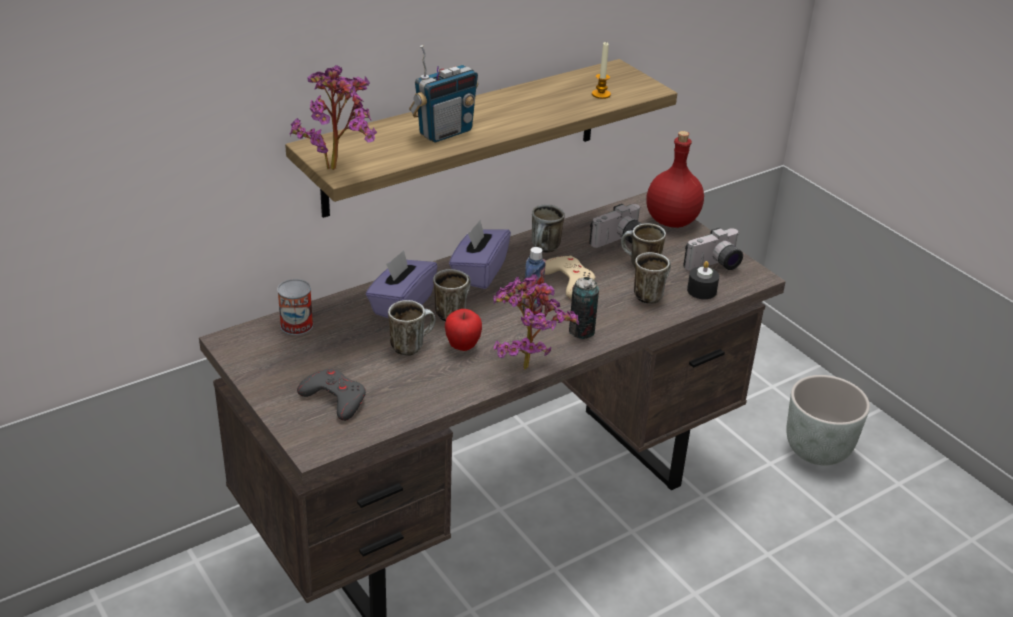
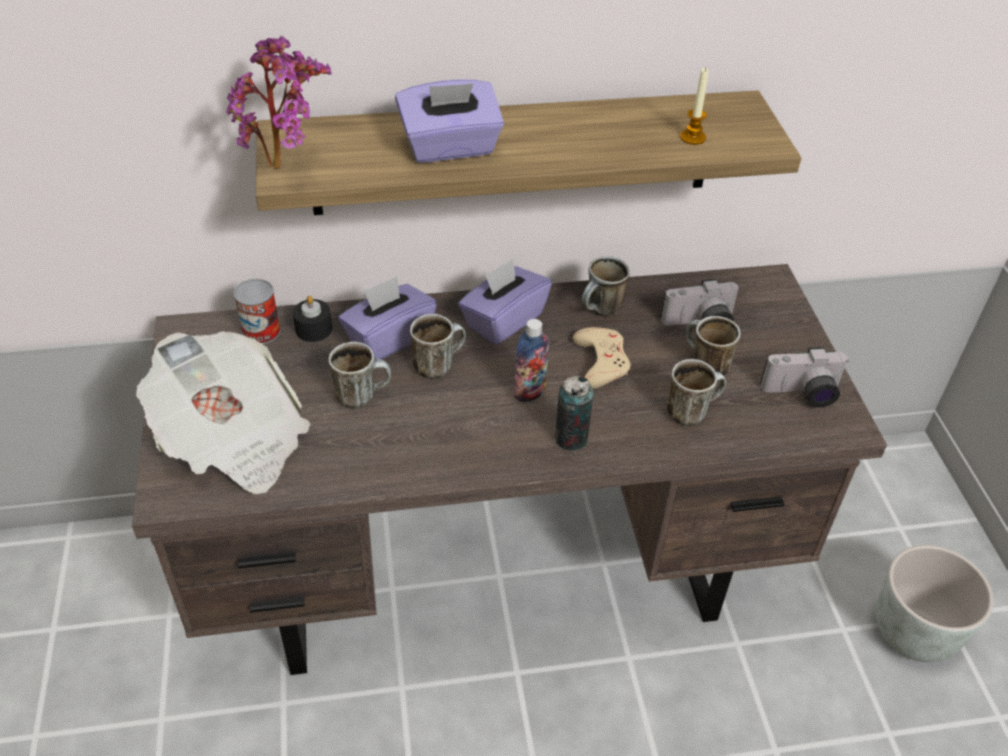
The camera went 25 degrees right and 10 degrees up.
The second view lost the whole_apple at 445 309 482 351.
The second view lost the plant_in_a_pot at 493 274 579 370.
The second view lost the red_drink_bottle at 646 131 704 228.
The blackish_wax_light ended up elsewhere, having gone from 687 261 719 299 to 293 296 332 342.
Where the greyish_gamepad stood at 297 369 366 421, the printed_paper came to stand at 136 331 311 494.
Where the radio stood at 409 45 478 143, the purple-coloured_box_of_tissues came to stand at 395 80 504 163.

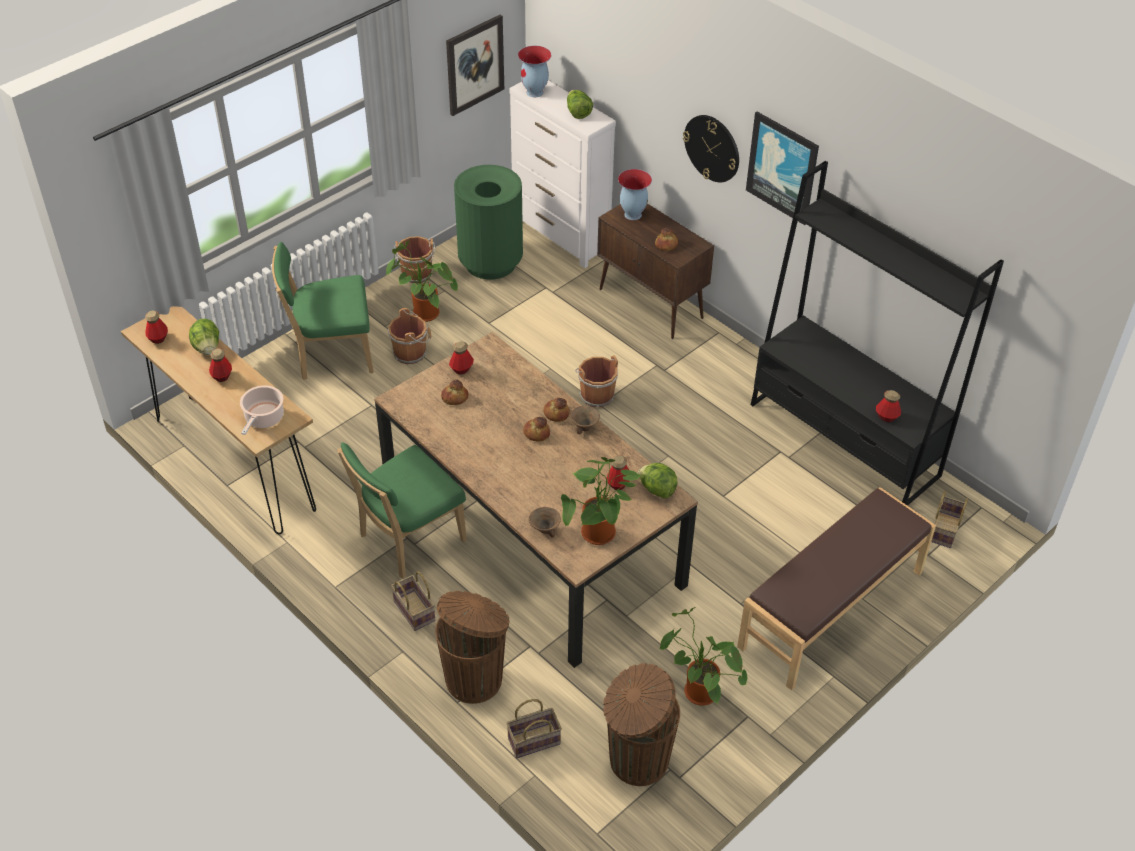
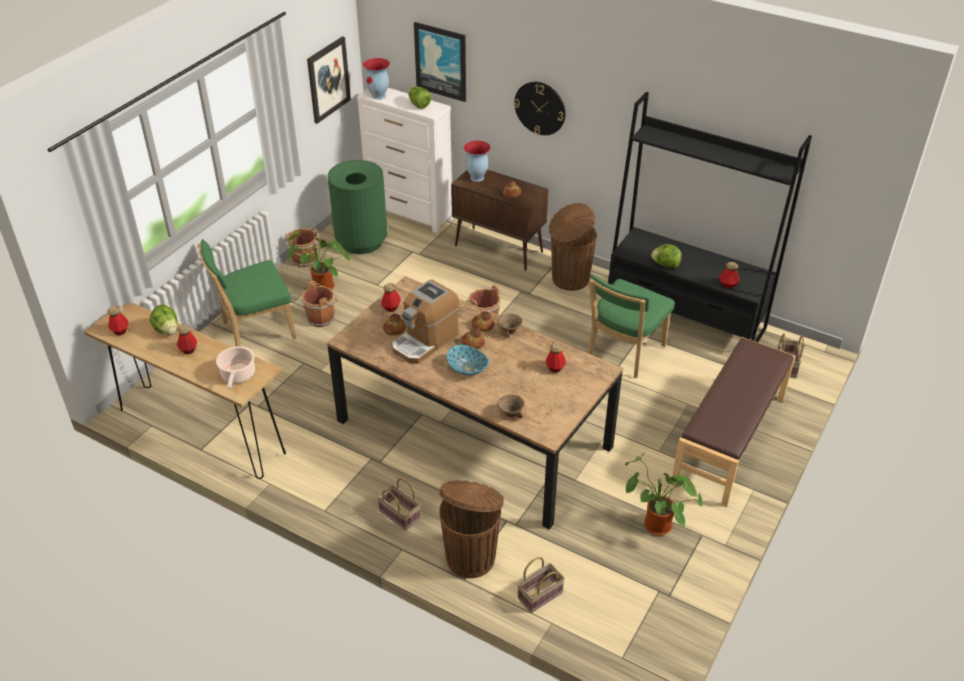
The camera went 15 degrees left and 5 degrees down.
The second view lost the plant_in_a_pot at 561 457 643 545.
The second view gained the coffee_machine at 392 280 459 364.
The second view gained the deep_dish at 447 345 489 375.
The green-coloured_upright_chair ended up elsewhere, having gone from 337 442 467 578 to 588 274 675 378.
The brown-coloured_trash_can ended up elsewhere, having gone from 603 663 680 786 to 549 203 597 291.
The head_of_lettuce ended up elsewhere, having gone from 638 463 678 499 to 651 244 682 268.
The wall_art ended up elsewhere, having gone from 746 112 819 225 to 414 22 466 102.

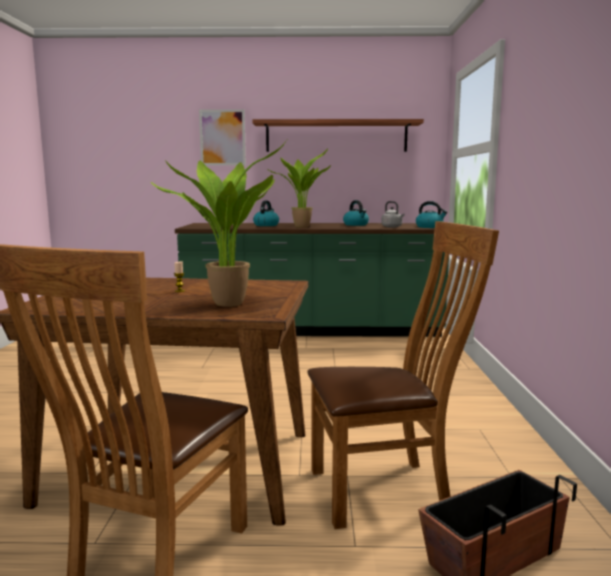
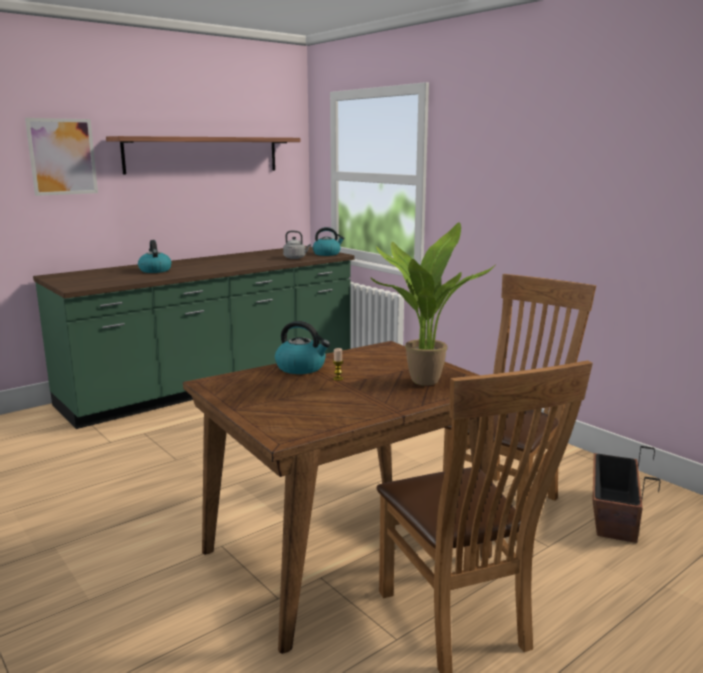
The camera went 40 degrees left and 5 degrees up.
The second view lost the plant_in_a_pot at 269 148 331 228.
The kettle ended up elsewhere, having gone from 343 200 369 226 to 275 321 330 374.

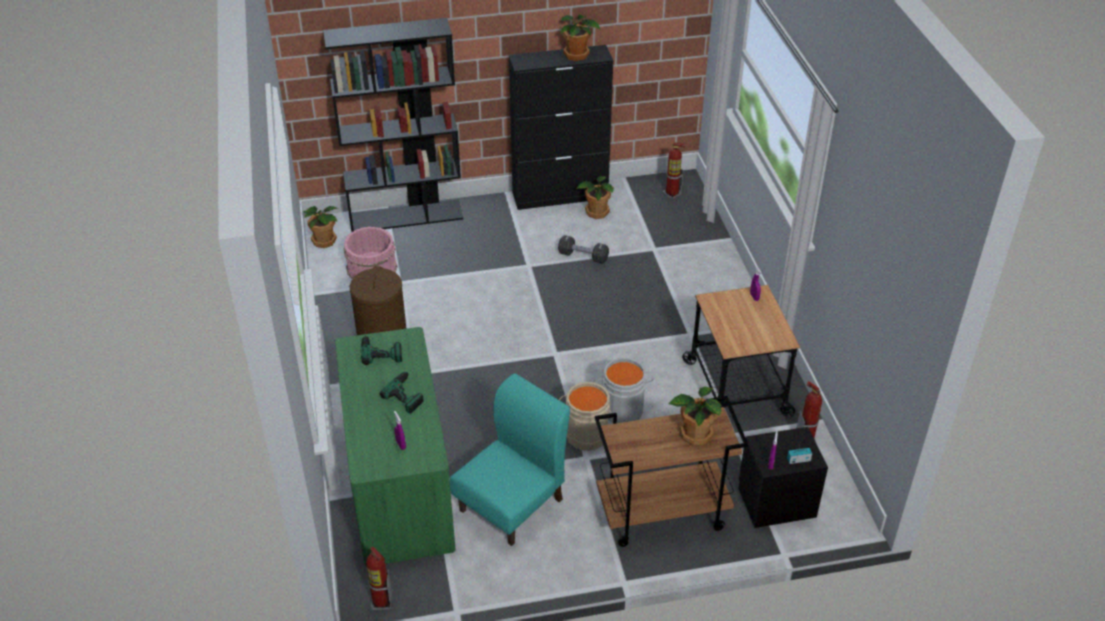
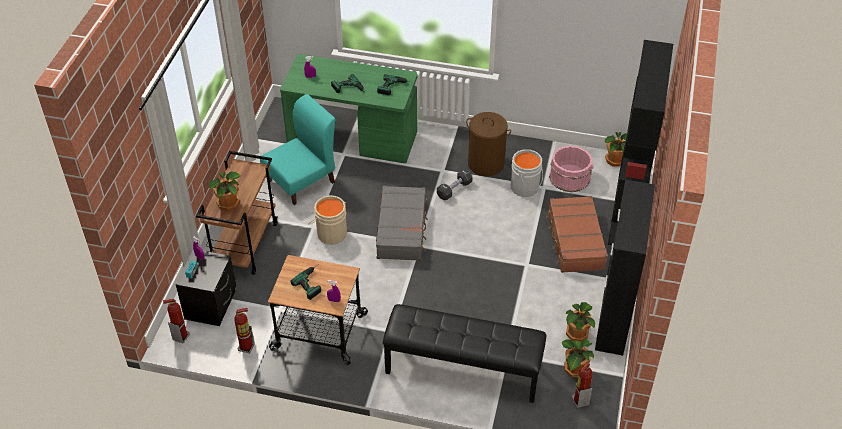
The camera went 115 degrees right and 5 degrees up.
The second view gained the drill at 291 264 321 300.
The second view gained the greyish_piece_of_luggage at 376 186 429 261.
The second view gained the blackish_indoor_bench at 383 304 546 403.
The second view gained the brown-coloured_piece_of_luggage at 546 196 608 273.
The extinguisher ended up elsewhere, having gone from 366 547 392 610 to 163 299 190 343.
The blackish_free_weight ended up elsewhere, having gone from 558 235 609 264 to 437 169 472 200.
The plant_in_a_pot ended up elsewhere, having gone from 561 14 601 61 to 562 339 594 378.
The greyish_pail ended up elsewhere, having gone from 593 358 654 423 to 511 149 543 197.
The turquoise_upright_chair at 450 373 570 546 ended up facing another way, 105 degrees counterclockwise from before.

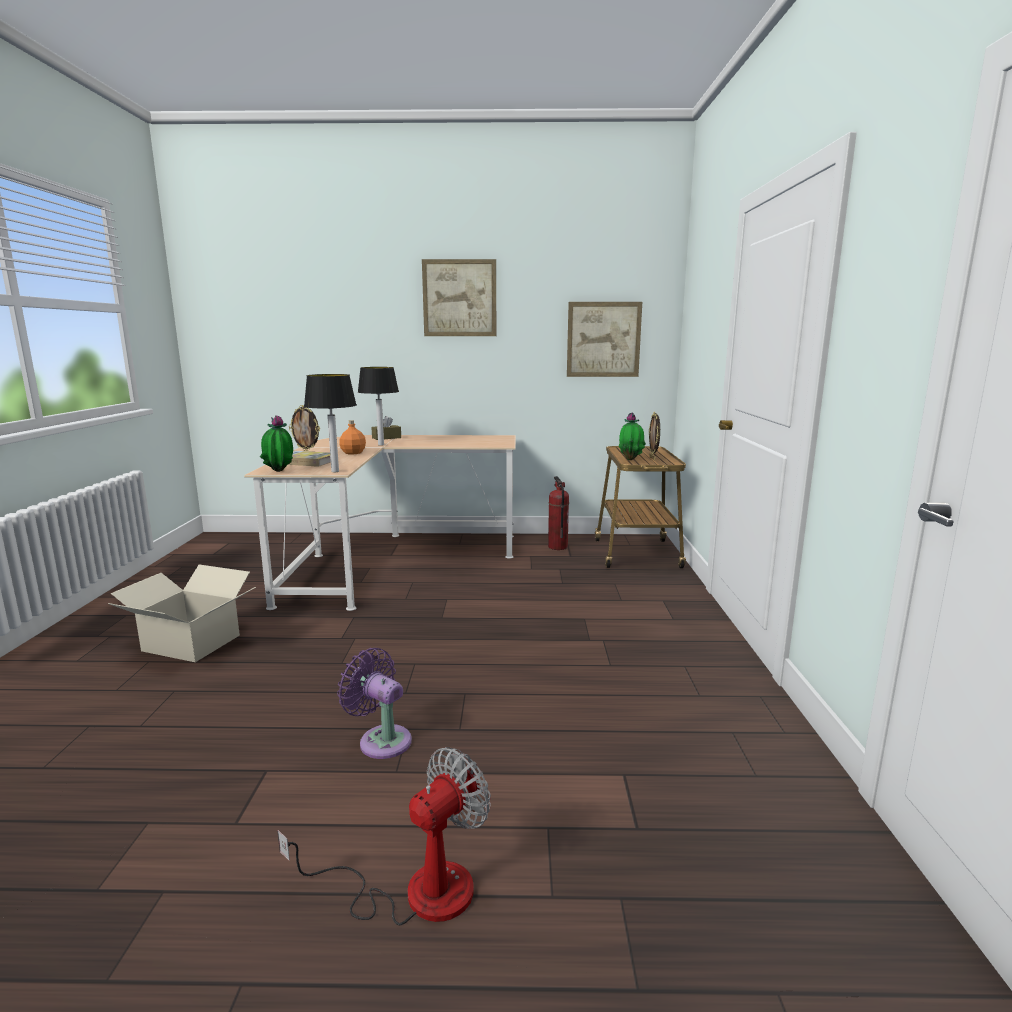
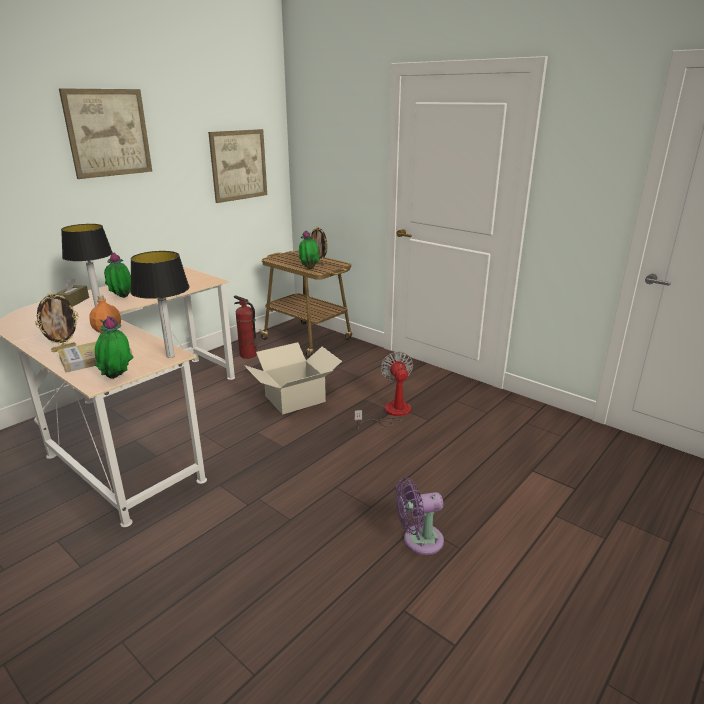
The camera went 50 degrees left and 10 degrees up.
The second view gained the plant_in_a_pot at 104 253 131 298.
The cardboard_box ended up elsewhere, having gone from 108 564 256 662 to 244 342 342 415.
The cooling_fan ended up elsewhere, having gone from 277 747 491 925 to 355 351 413 429.

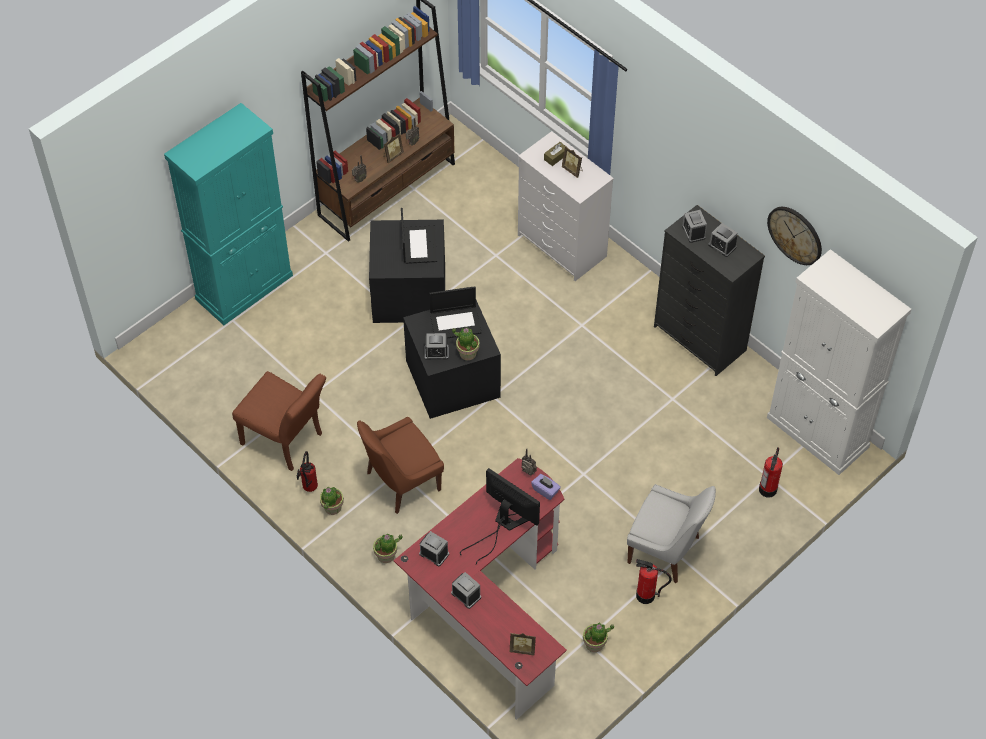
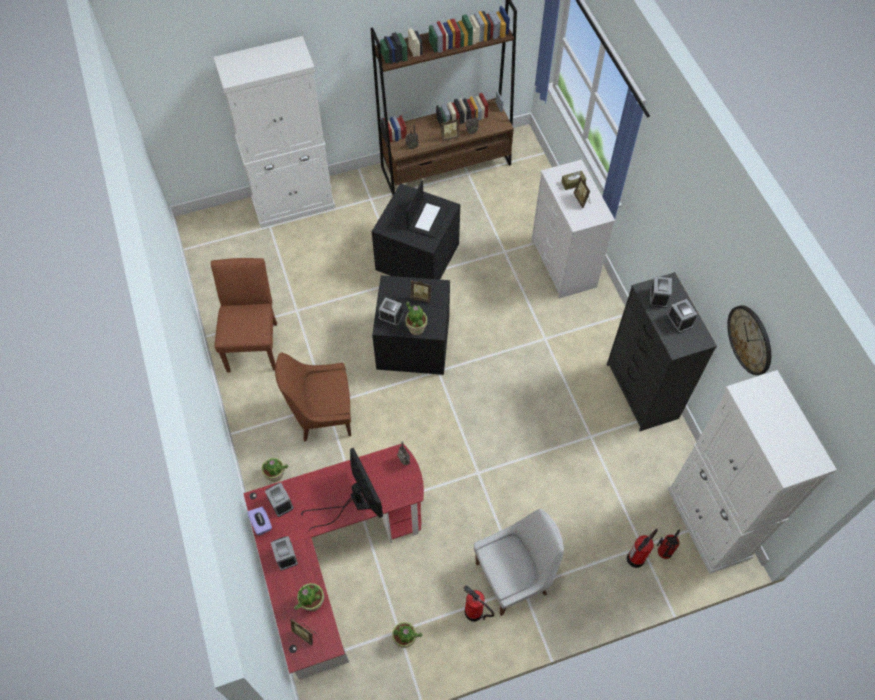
The camera went 25 degrees right and 5 degrees up.
The extinguisher ended up elsewhere, having gone from 297 451 318 492 to 657 529 680 559.
The plant_in_a_pot ended up elsewhere, having gone from 320 487 344 515 to 294 583 324 611.
The purple-coloured_box_of_tissues ended up elsewhere, having gone from 531 474 561 500 to 247 507 272 536.
Where the notebook_computer stood at 429 286 482 338, the photo_frame came to stand at 411 281 432 303.
What was the turquoise_cupboard at 164 103 293 325 turned into the white-coloured_cupboard at 213 36 335 228.
The brown-coloured_upright_chair at 232 371 326 471 ended up facing another way, 150 degrees counterclockwise from before.
The white-coloured_upright_chair at 627 484 716 583 ended up facing another way, 75 degrees counterclockwise from before.

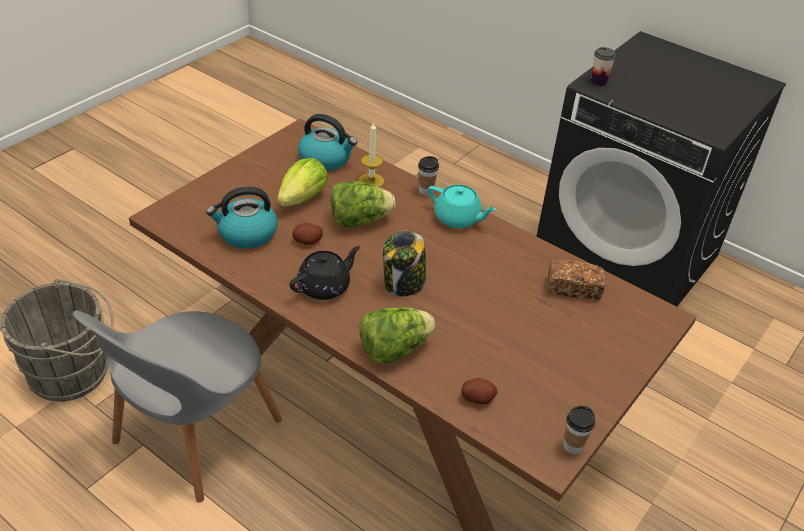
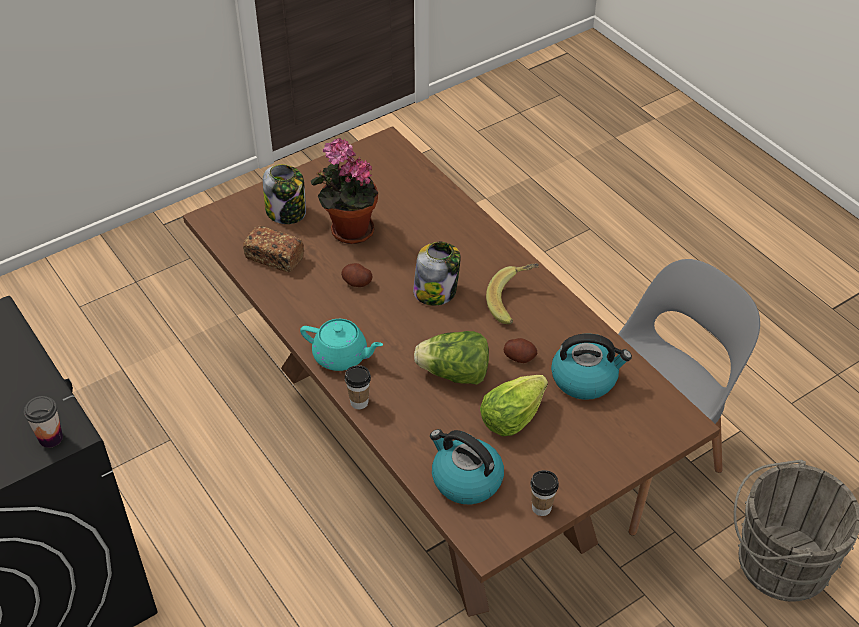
The camera went 160 degrees left and 5 degrees up.
The second view lost the wax_light at 358 122 384 187.
The second view lost the head_of_lettuce at 359 307 435 364.
The second view gained the storage_jar at 263 164 306 224.
The second view gained the plant_in_a_pot at 311 138 378 244.
The spud ended up elsewhere, having gone from 461 378 497 405 to 341 263 373 287.
The cup ended up elsewhere, having gone from 563 406 595 454 to 530 470 559 516.
Where the blackish_pot_for_tea stood at 289 246 360 300, the banana_fruit came to stand at 486 263 539 324.
The turquoise_pot_for_tea at 428 185 497 228 ended up facing another way, 150 degrees clockwise from before.

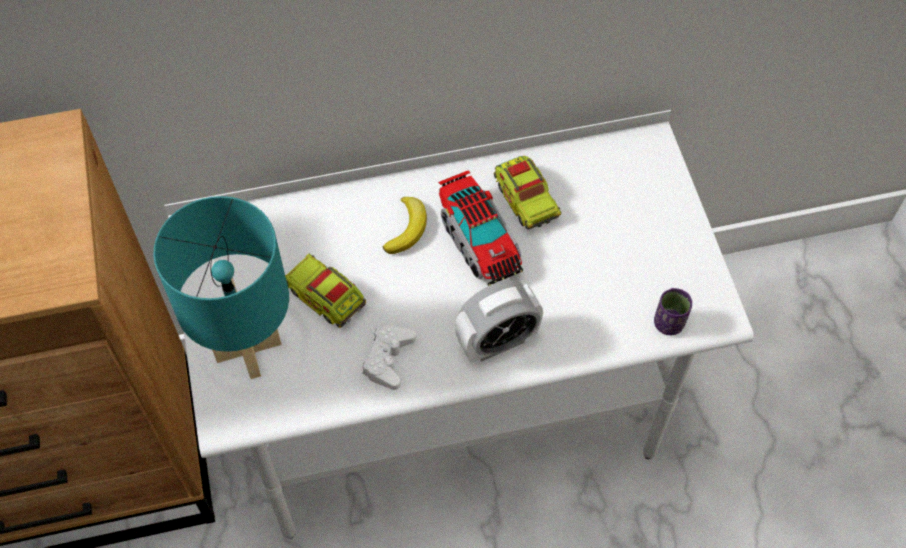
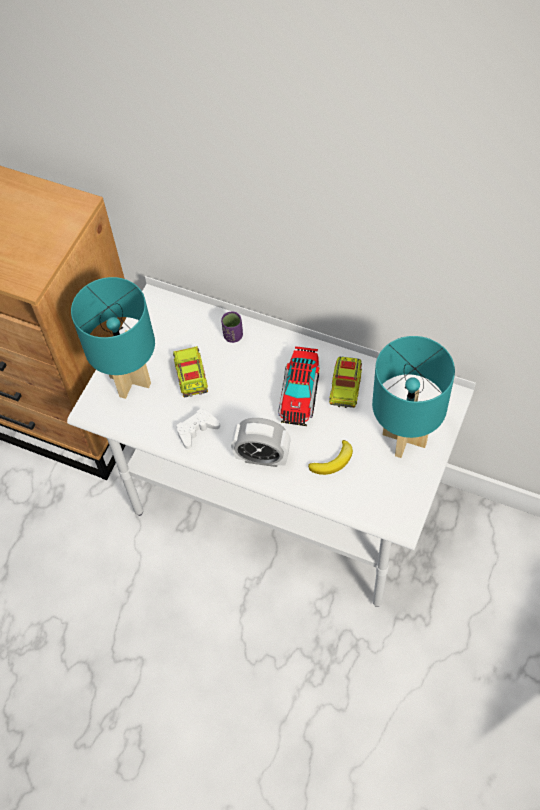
The camera went 40 degrees right and 0 degrees up.
The second view gained the turquoise_lamp_for_a_table at 372 336 455 458.
The banana_fruit ended up elsewhere, having gone from 383 197 427 254 to 308 440 353 475.
The purple-coloured_cup ended up elsewhere, having gone from 654 288 692 335 to 221 312 243 343.

